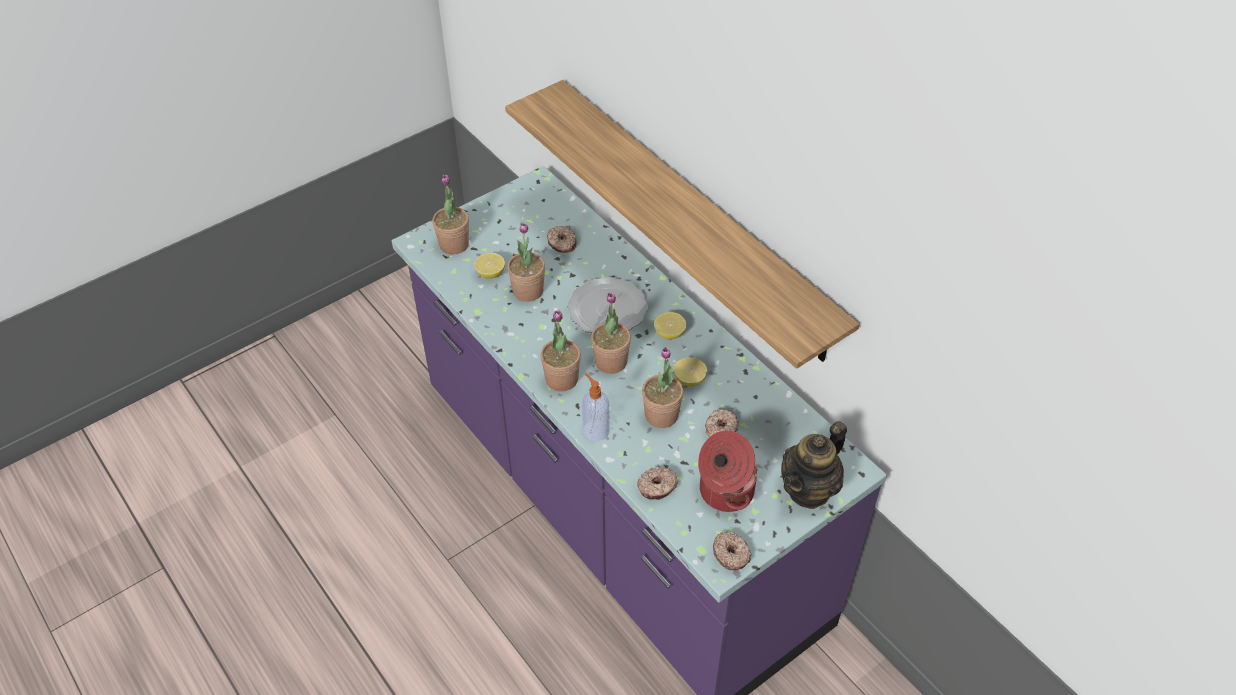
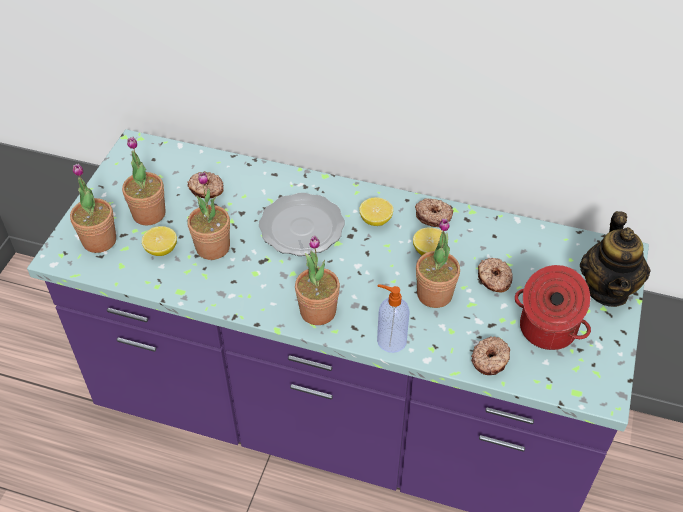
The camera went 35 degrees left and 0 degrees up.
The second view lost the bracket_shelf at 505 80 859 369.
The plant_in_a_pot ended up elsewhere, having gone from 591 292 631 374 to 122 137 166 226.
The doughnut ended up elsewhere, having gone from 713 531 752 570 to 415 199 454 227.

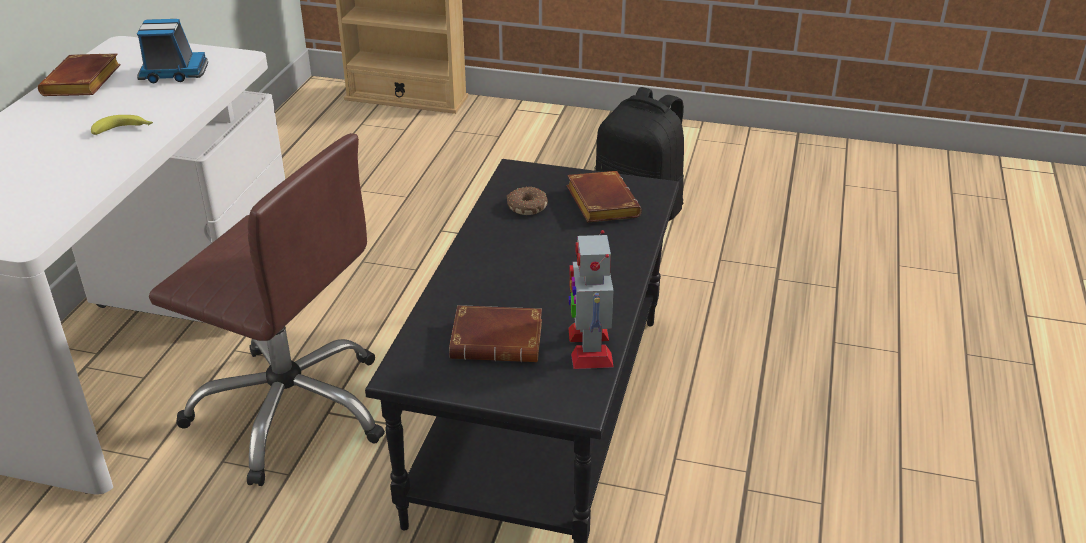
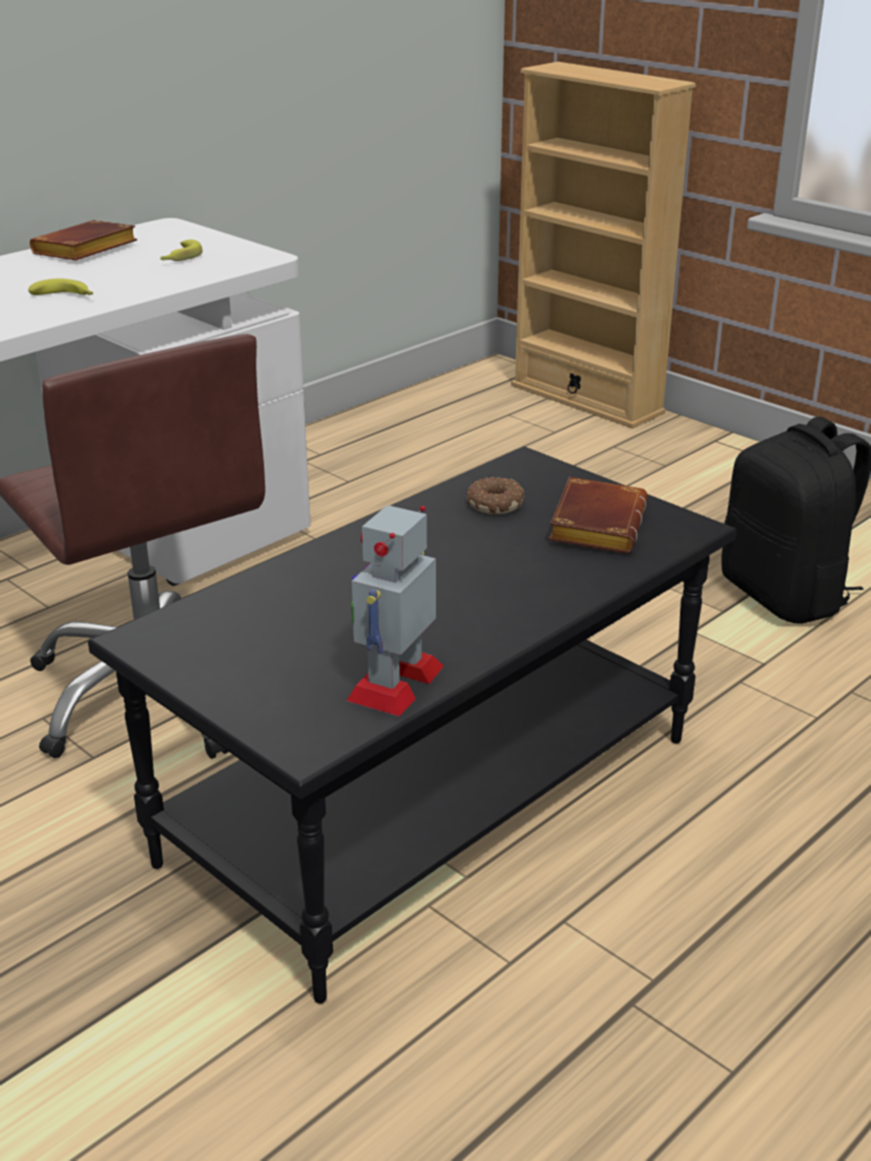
The camera went 30 degrees right and 5 degrees down.
The second view lost the brown-coloured_volume at 449 305 542 362.
Where the toy_lorry stood at 137 19 208 83, the banana_fruit came to stand at 160 240 202 261.

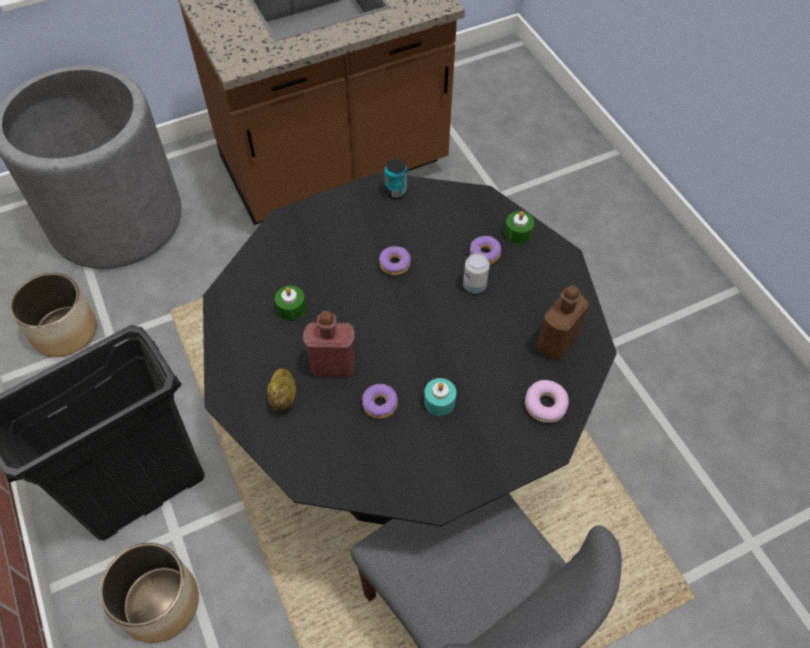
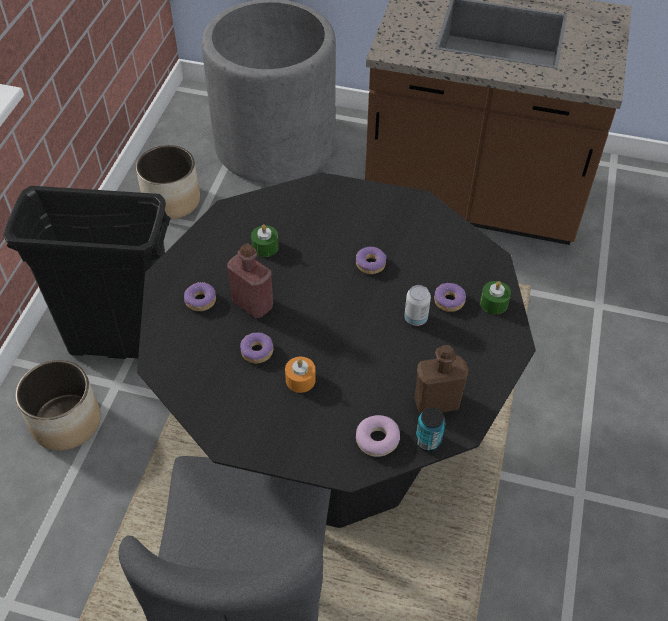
The camera went 40 degrees right and 5 degrees down.
The metal_can ended up elsewhere, having gone from 384 158 407 199 to 415 408 446 451.
Where the spud stood at 267 368 296 410, the doughnut came to stand at 184 282 216 311.
What was the turquoise_wax_light at 424 378 456 416 turned into the orange-coloured_wax_light at 285 357 316 393.

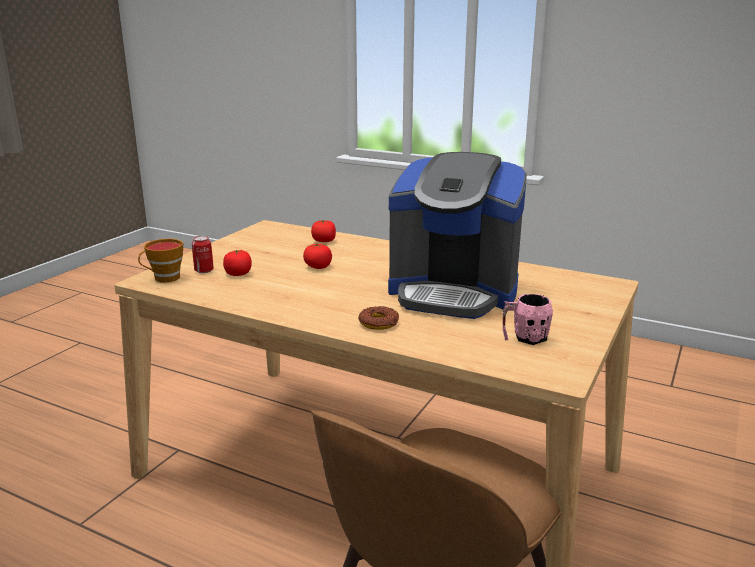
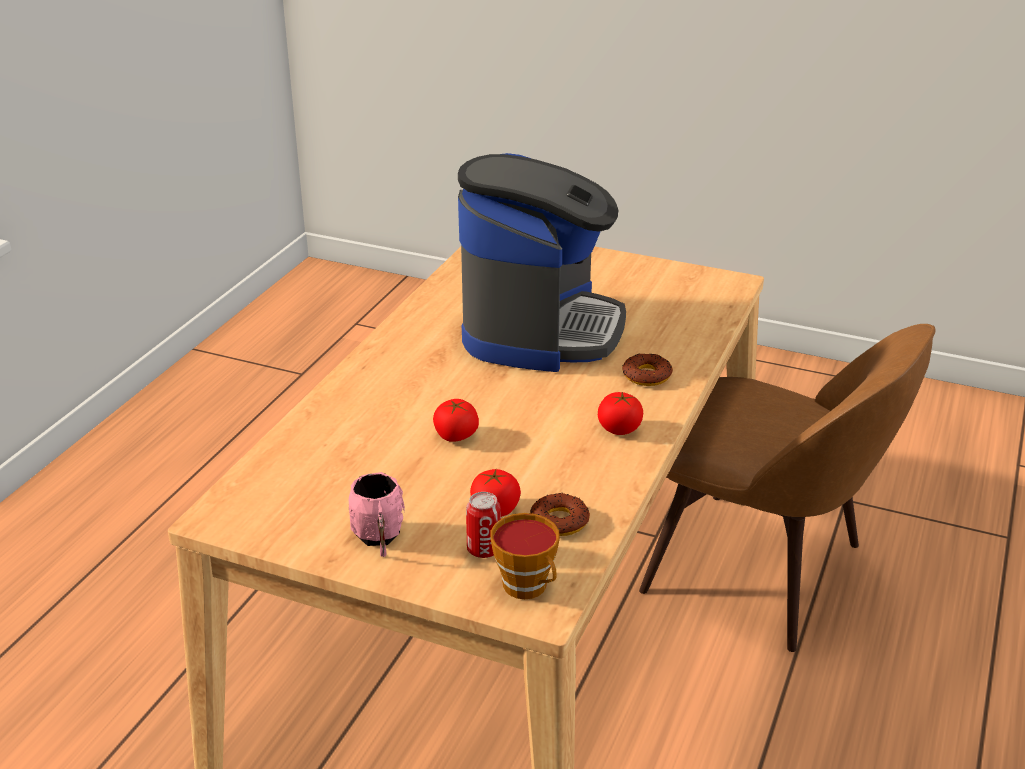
The camera went 95 degrees left and 10 degrees up.
The second view gained the doughnut at 530 493 590 536.
The whole_tomato ended up elsewhere, having gone from 311 220 336 242 to 598 392 643 435.
The pinkish_coffee_mug ended up elsewhere, having gone from 503 294 553 345 to 349 472 405 557.

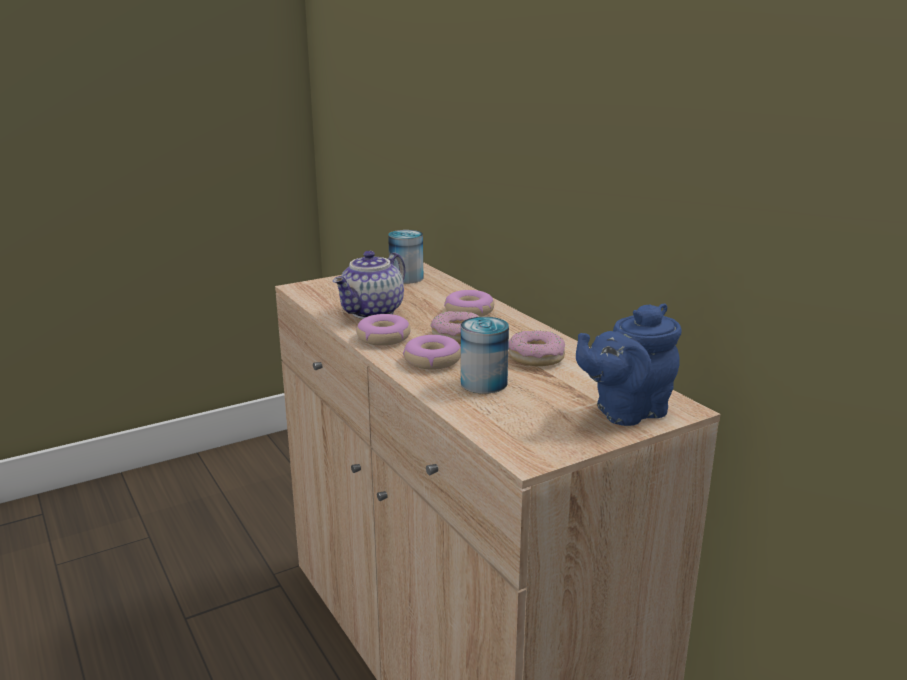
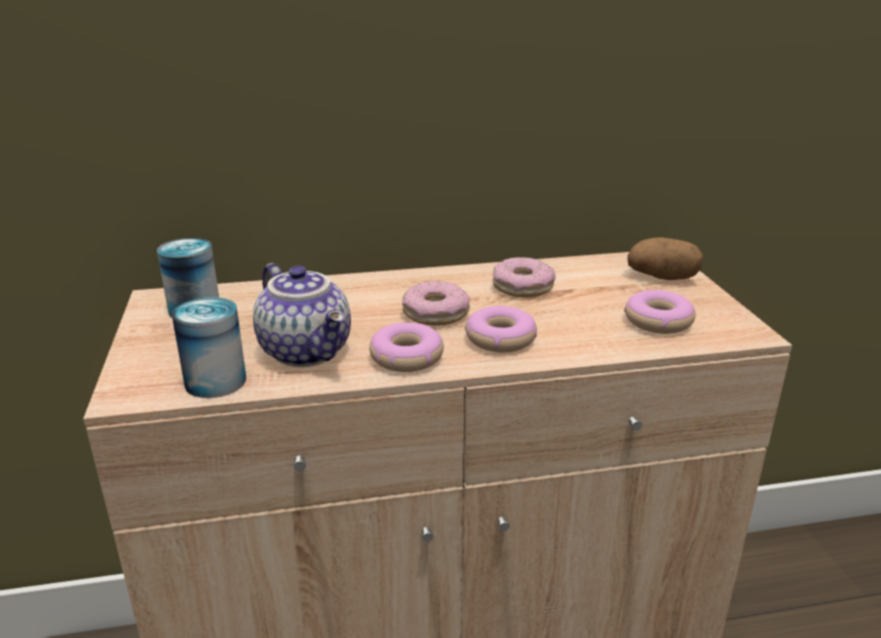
The camera went 70 degrees left and 5 degrees up.
The doughnut ended up elsewhere, having gone from 444 290 494 317 to 624 290 696 334.
The metal_can ended up elsewhere, having gone from 461 317 509 394 to 172 297 246 398.
Where the bluish_pot_for_tea stood at 576 303 682 426, the spud came to stand at 627 237 703 280.

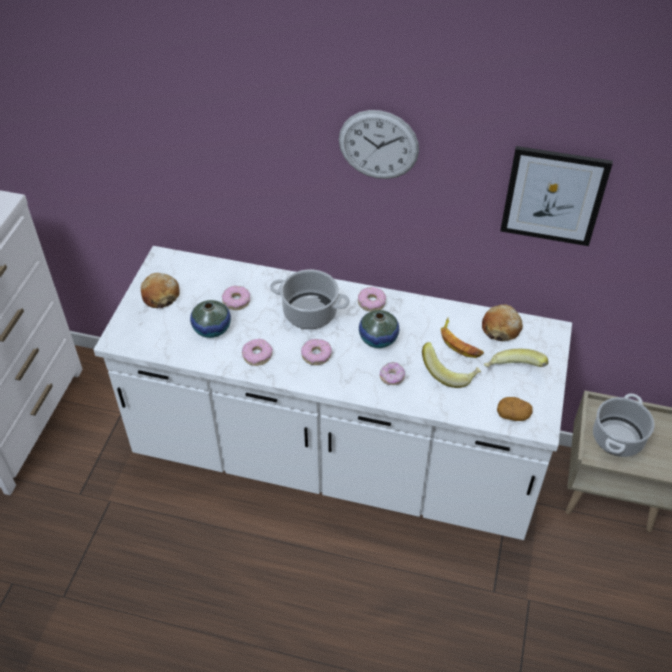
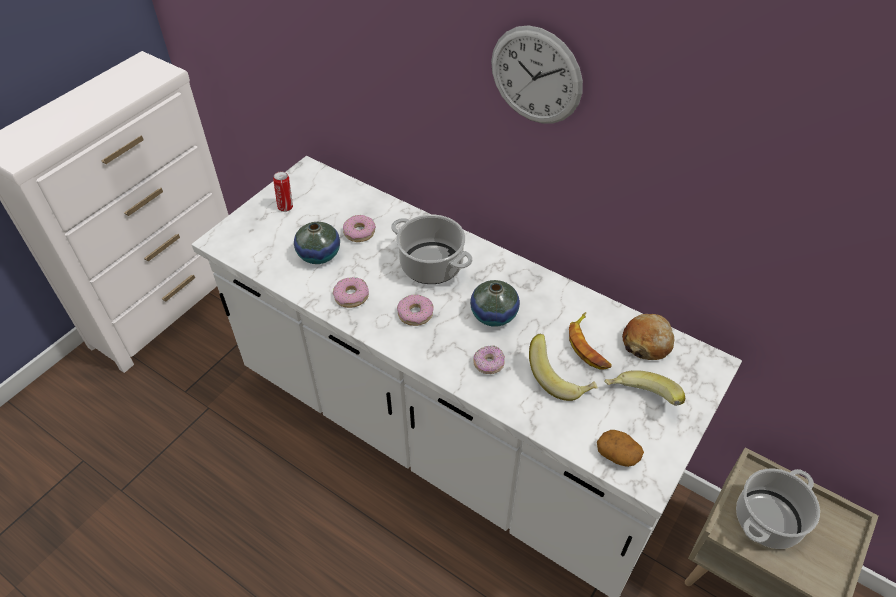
The camera went 20 degrees right and 0 degrees up.
The second view lost the doughnut at 358 287 386 312.
The second view lost the wall_art at 500 146 613 246.
Where the bakery_bread stood at 141 273 180 308, the metal_can came to stand at 273 171 293 212.

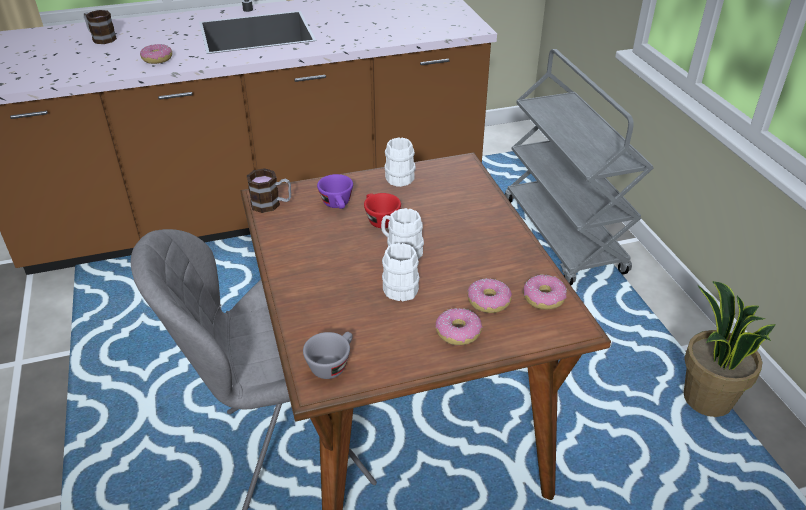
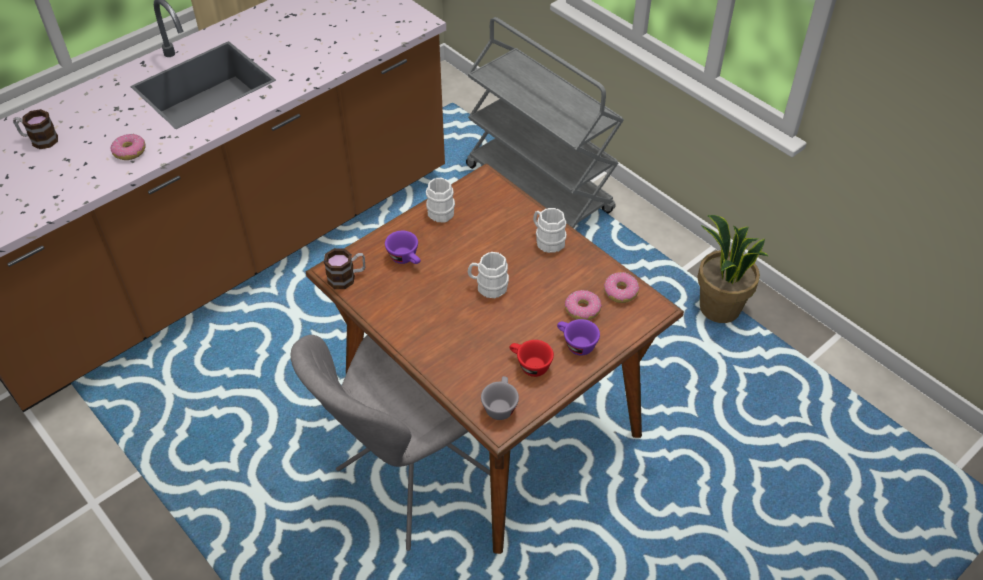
The camera went 25 degrees left and 10 degrees up.
The red_cup ended up elsewhere, having gone from 364 193 401 228 to 510 340 554 377.
The white-coloured_coffee_mug ended up elsewhere, having gone from 382 243 420 302 to 533 208 567 253.
Where the doughnut stood at 435 308 482 345, the purple-coloured_cup came to stand at 557 319 600 355.

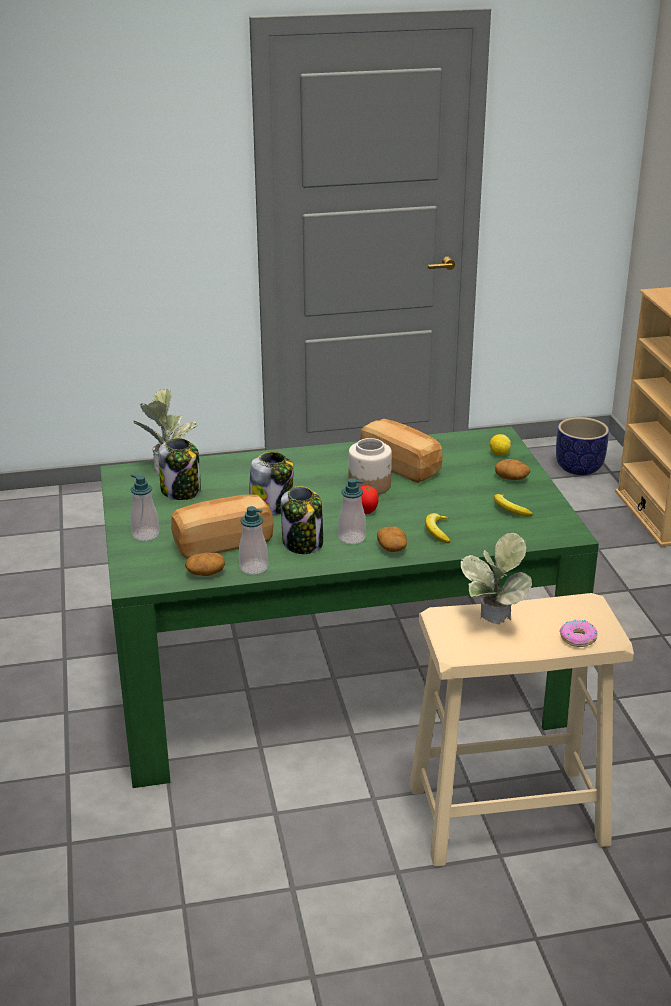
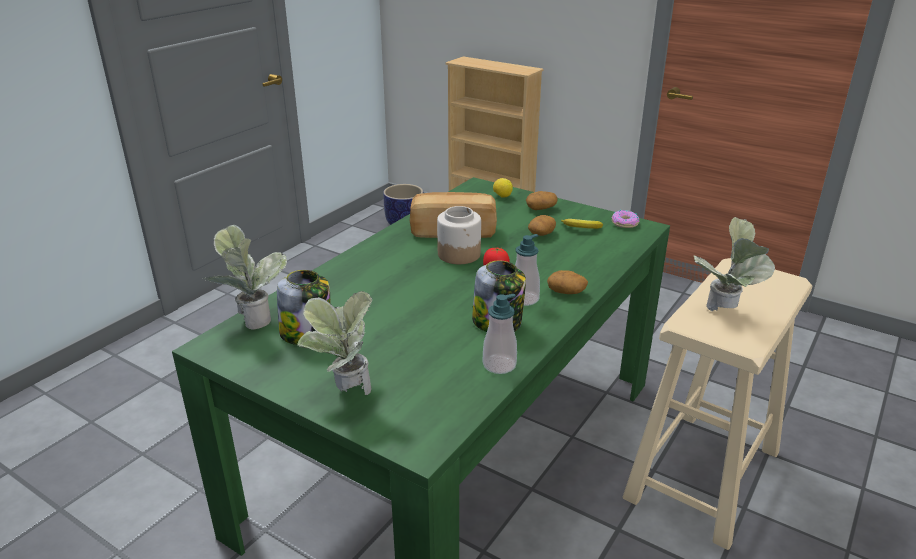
The camera went 45 degrees left and 0 degrees up.
The second view lost the bakery_bread at 171 494 274 559.
The second view lost the storage_jar at 249 452 294 515.
The second view lost the banana_fruit at 425 513 451 543.
The spud ended up elsewhere, having gone from 185 553 225 576 to 528 215 556 236.
The doughnut ended up elsewhere, having gone from 560 619 598 647 to 611 210 639 228.
Where the soap_dispenser stood at 130 474 160 541, the plant_in_a_pot came to stand at 297 291 372 395.

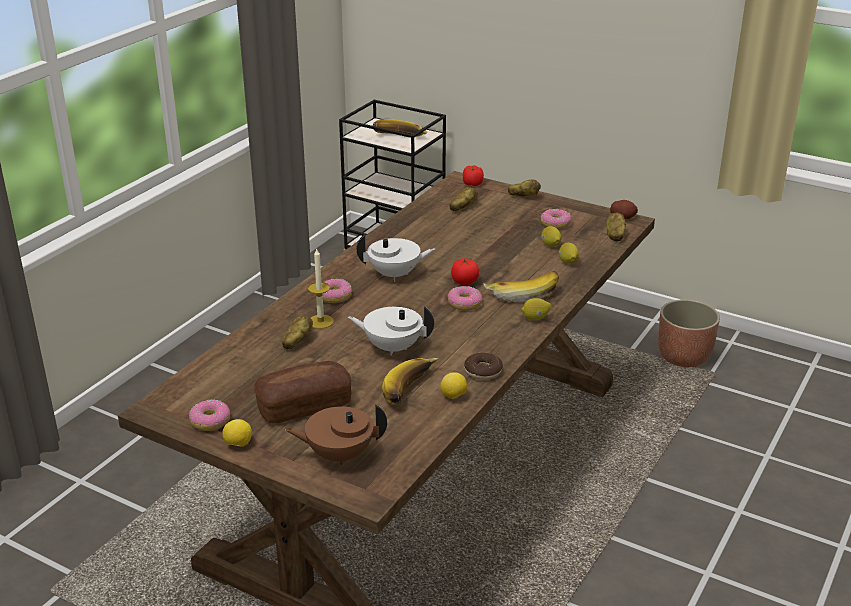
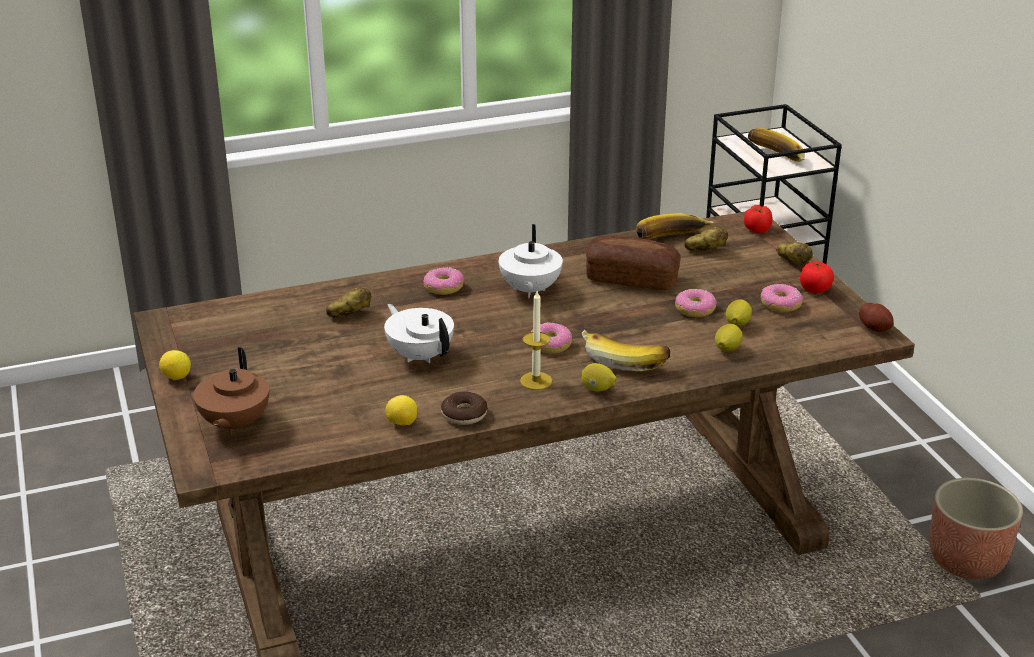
The camera went 40 degrees right and 0 degrees up.
The second view lost the spud at 606 212 626 242.
The doughnut ended up elsewhere, having gone from 189 400 230 431 to 675 289 717 317.
The bakery_bread ended up elsewhere, having gone from 254 361 351 424 to 586 235 681 290.
The wax_light ended up elsewhere, having gone from 308 249 334 329 to 520 291 552 390.
The banana_fruit ended up elsewhere, having gone from 382 358 439 405 to 636 214 714 240.
The whole_tomato ended up elsewhere, having gone from 451 258 479 285 to 800 261 834 294.
The brown-coloured_pot_for_tea at 285 404 387 465 ended up facing another way, 120 degrees counterclockwise from before.
The white-coloured_pot_for_tea at 357 234 435 282 ended up facing another way, 60 degrees clockwise from before.

